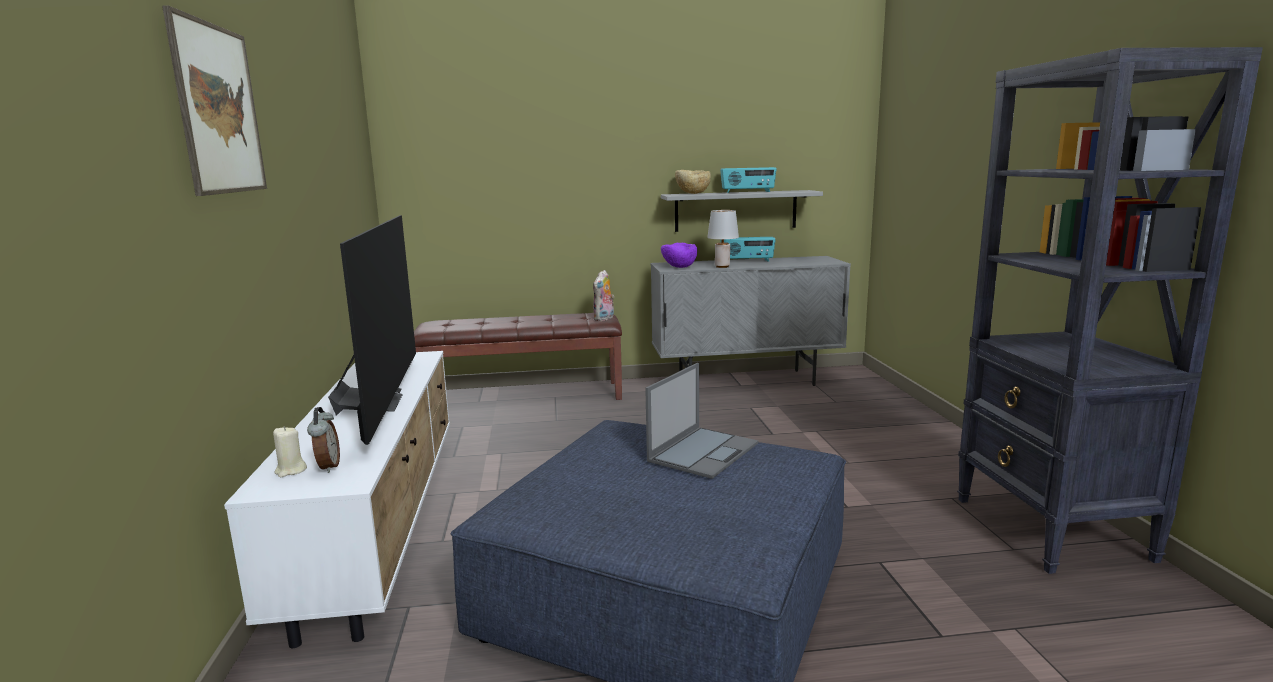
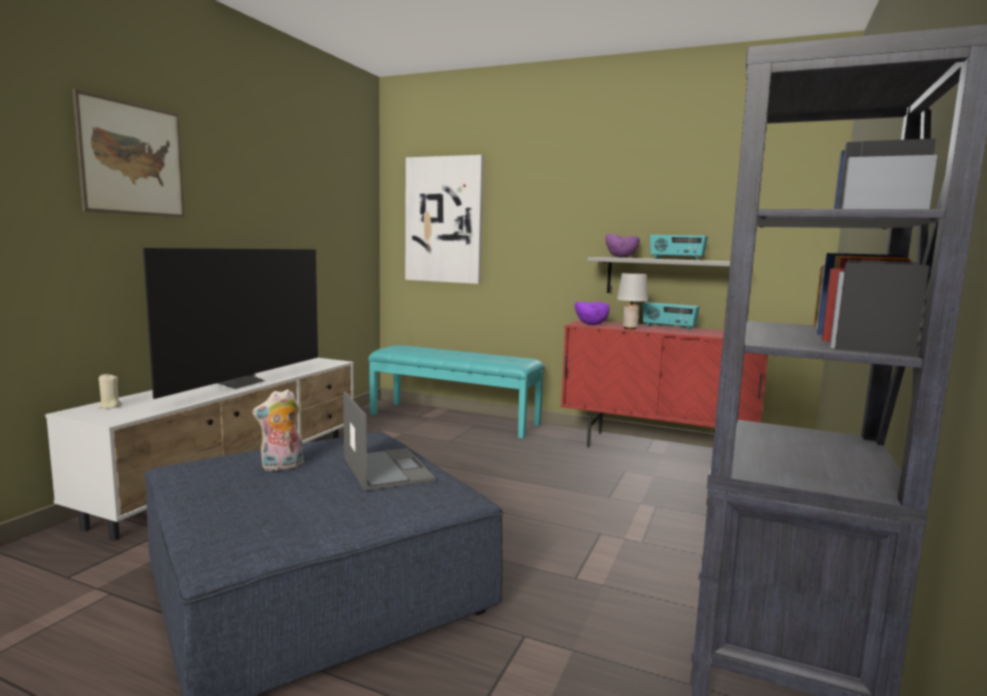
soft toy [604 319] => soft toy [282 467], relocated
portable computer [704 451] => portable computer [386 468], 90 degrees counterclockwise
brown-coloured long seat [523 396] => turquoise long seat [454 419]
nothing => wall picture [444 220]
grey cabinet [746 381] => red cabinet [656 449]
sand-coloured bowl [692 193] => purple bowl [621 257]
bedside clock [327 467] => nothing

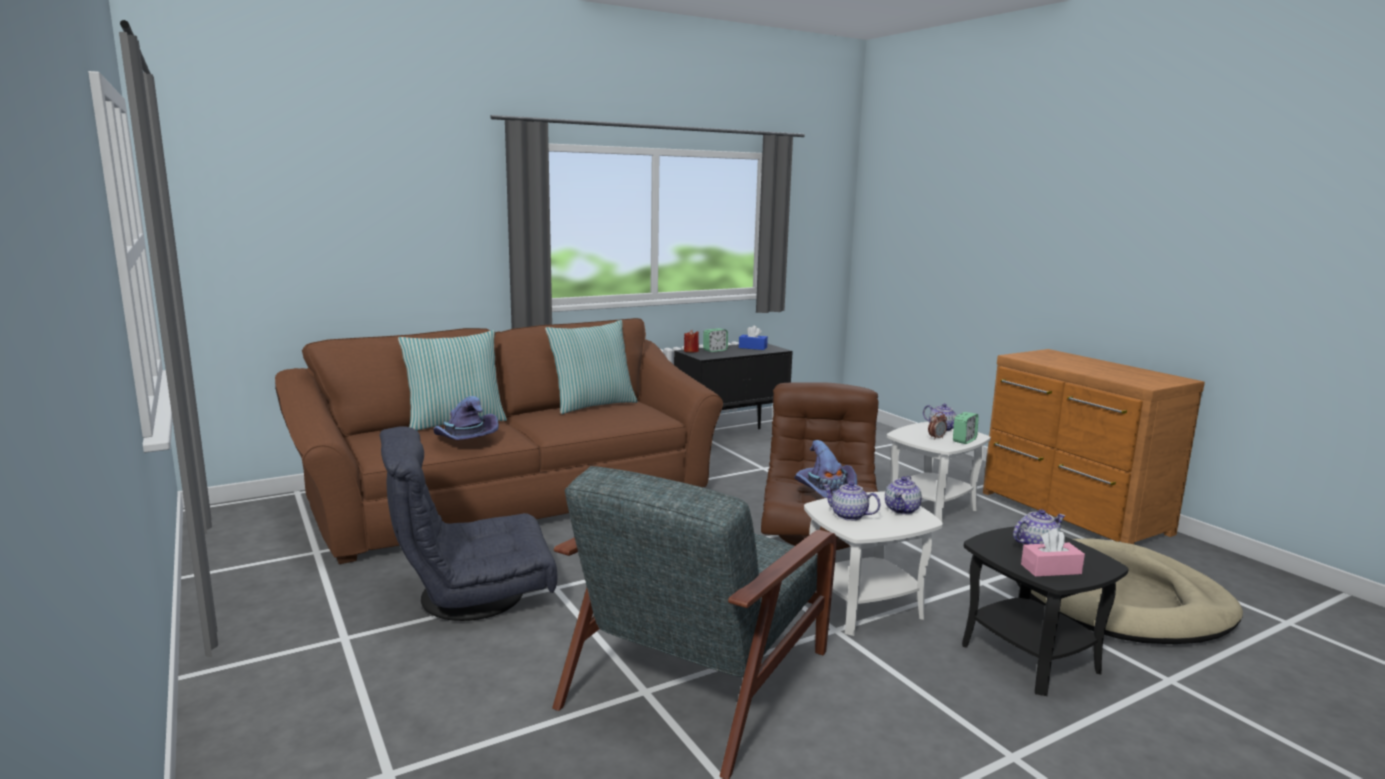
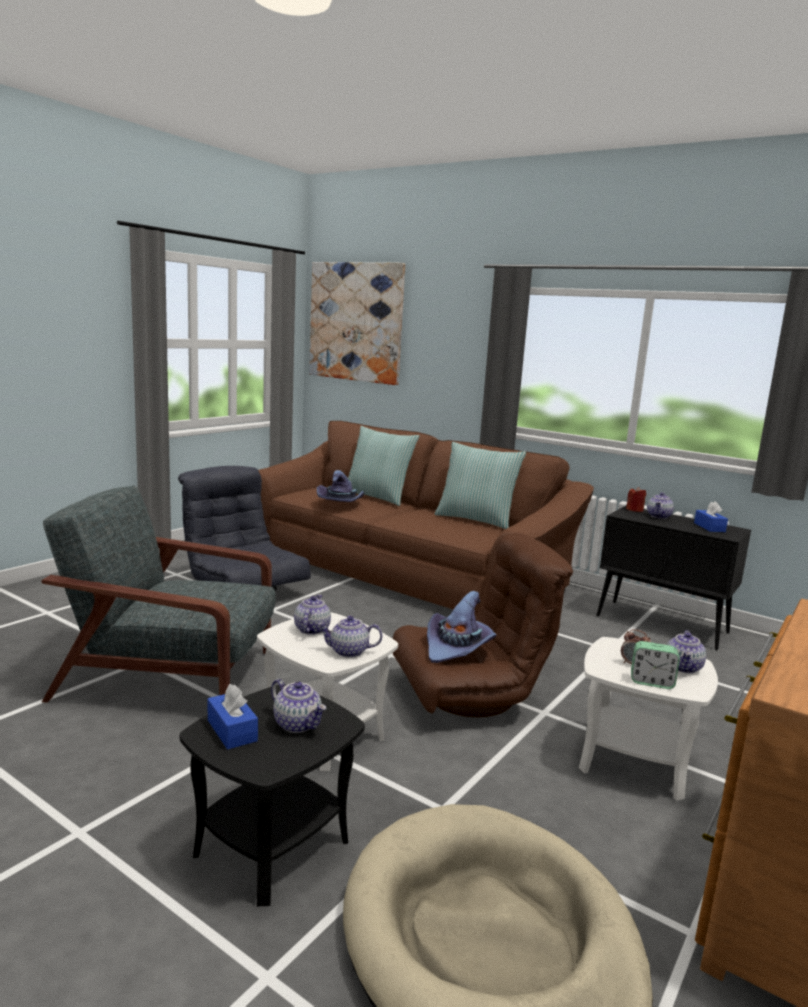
pinkish box of tissues [1051 569] => blue box of tissues [232 730]
nothing => wall picture [356 322]
bedside clock [715 350] => teapot [659 516]

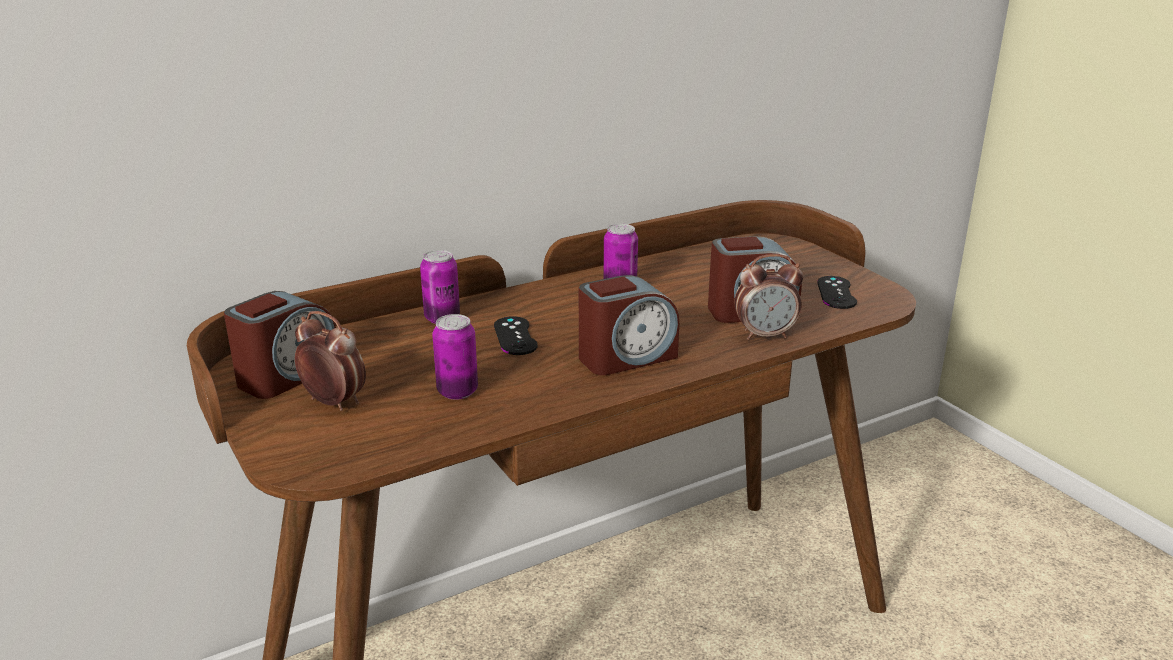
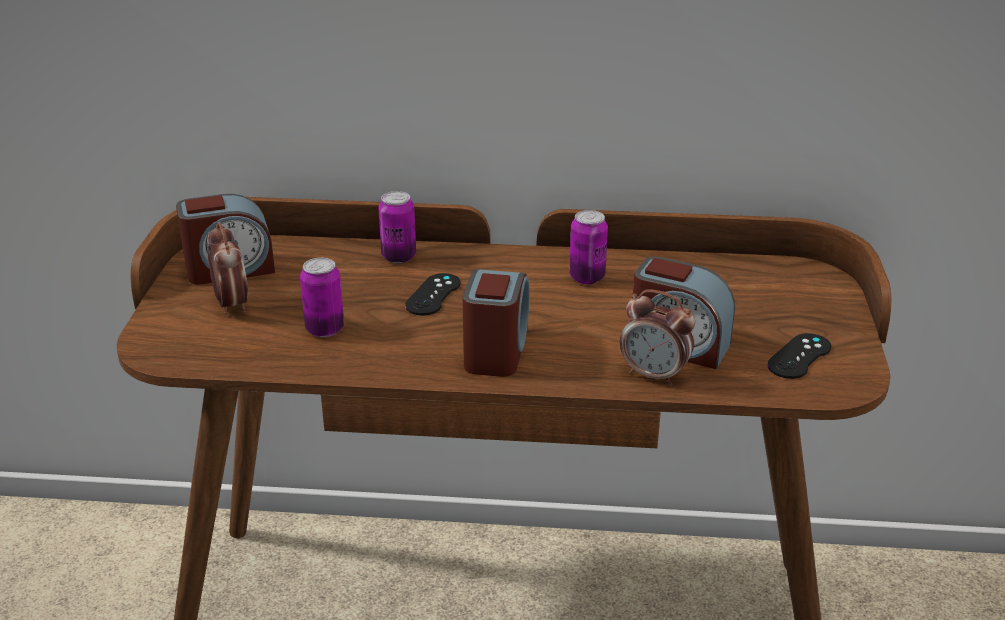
bedside clock [626 357] => bedside clock [496 349], 90 degrees counterclockwise

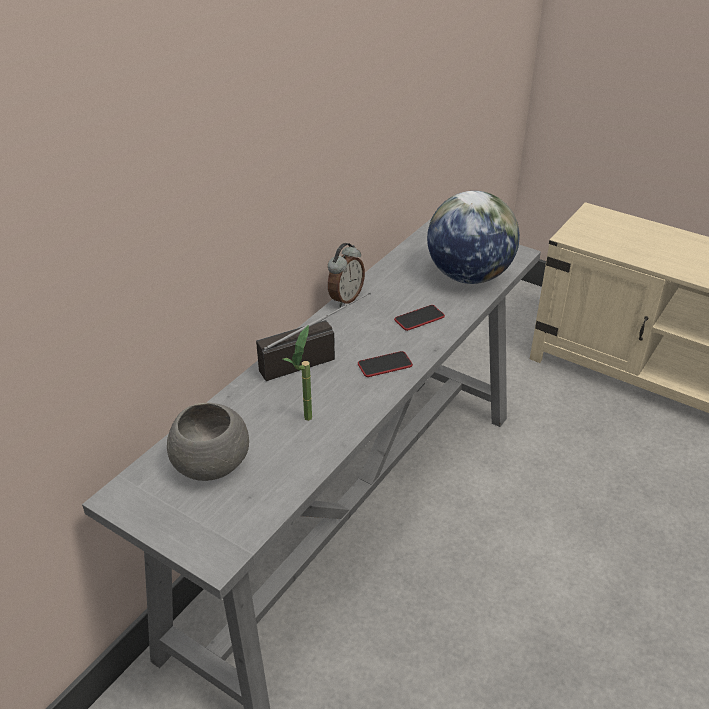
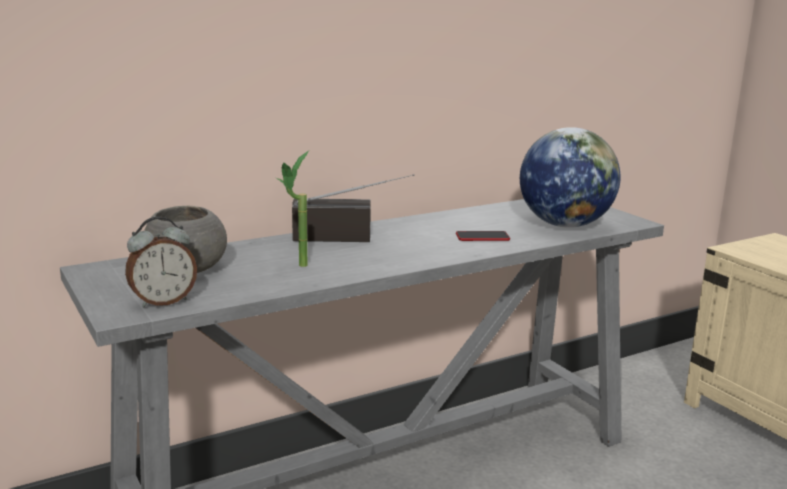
bedside clock [345 298] => bedside clock [163 301], relocated
phone [385 365] => nothing

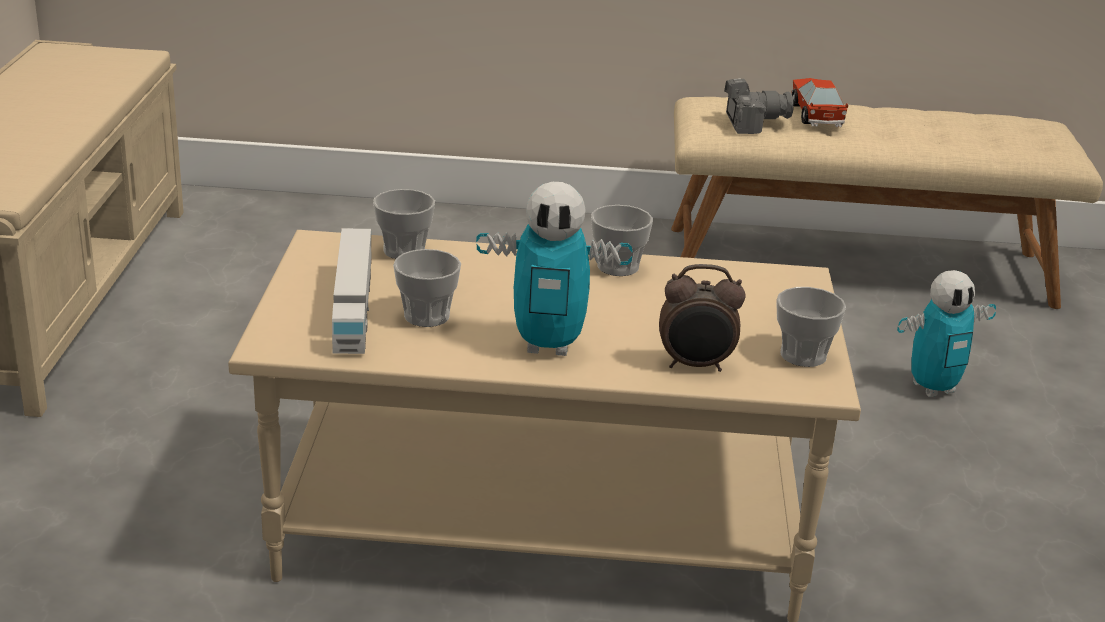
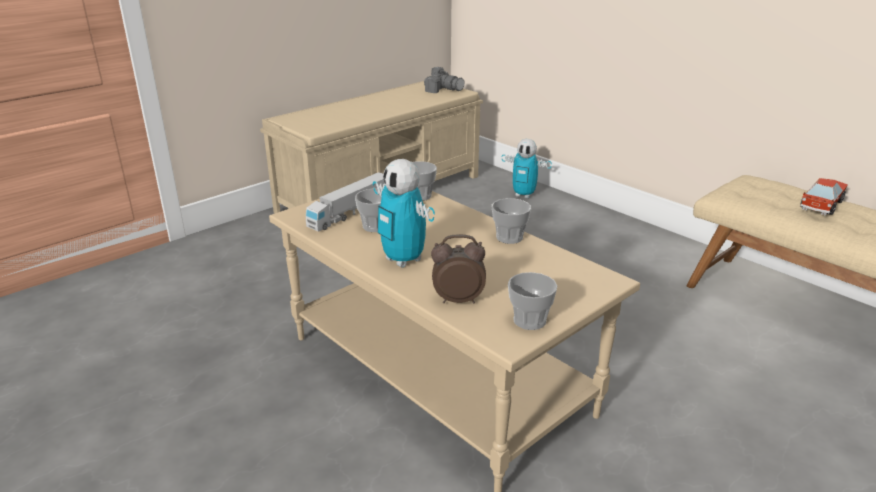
still camera [752 121] => still camera [443 89], relocated
bedside clock [696 365] => bedside clock [458 299], 135 degrees clockwise
robot figure [933 388] => robot figure [524 195], relocated

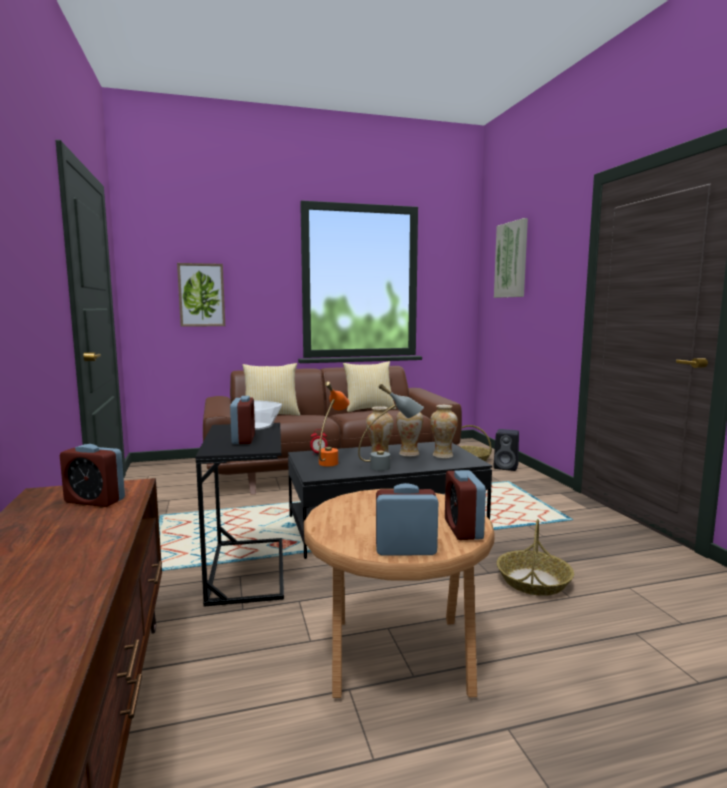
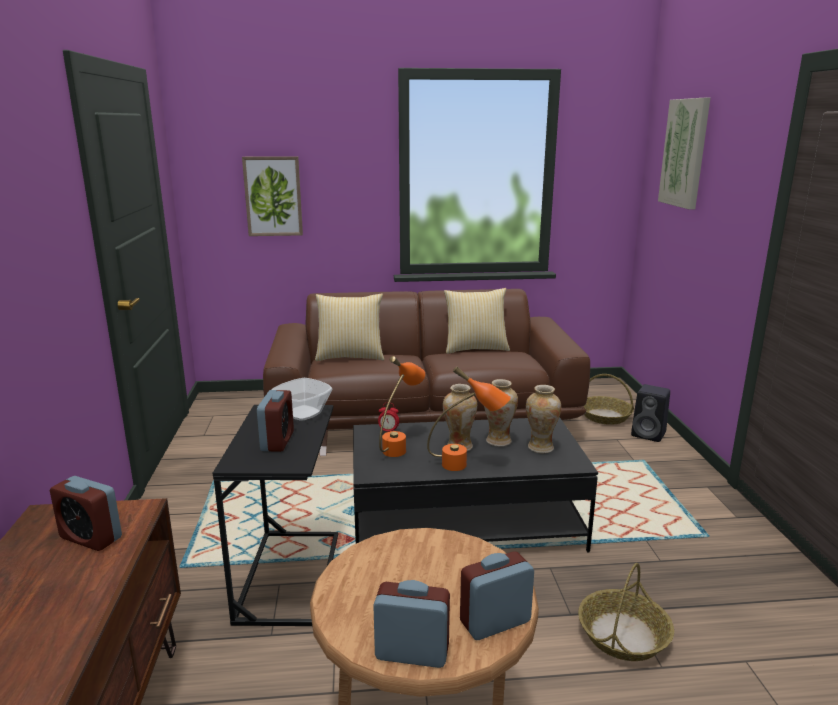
grey table lamp [390 467] => orangey table lamp [466 465]
bedside clock [463 529] => bedside clock [495 622], 60 degrees clockwise

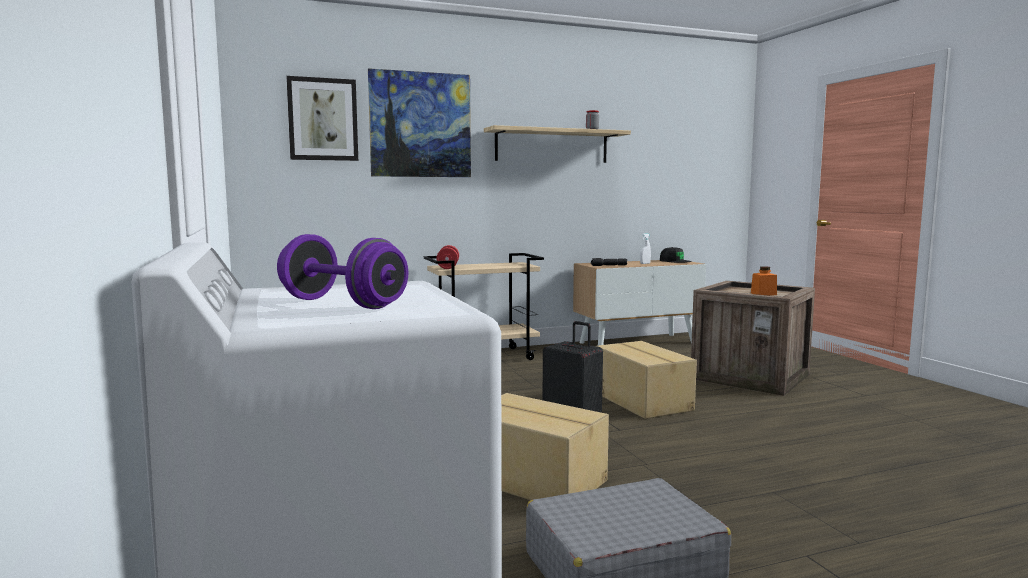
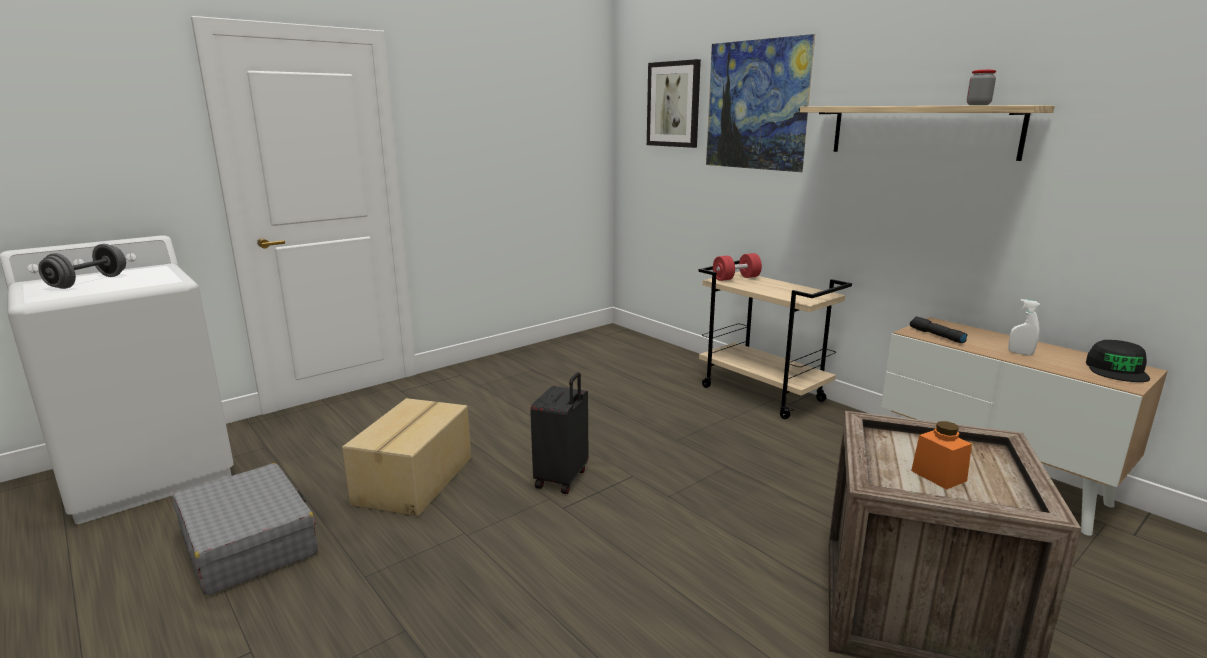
purple free weight [342 303] => grey free weight [88 282]
packing box [643 401] => nothing

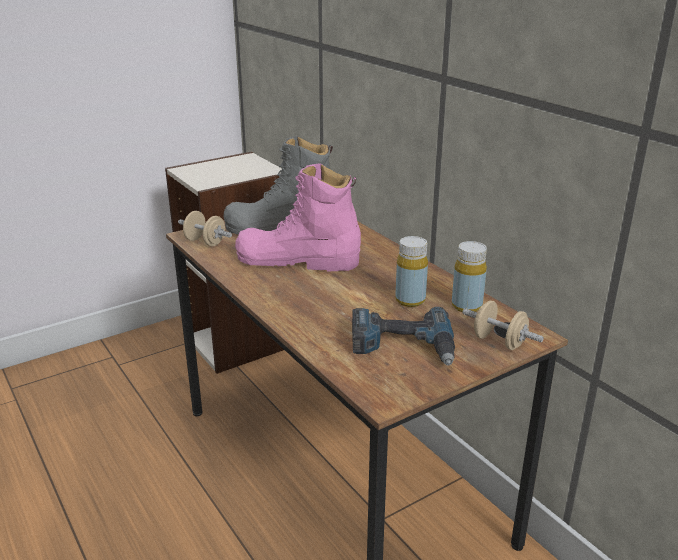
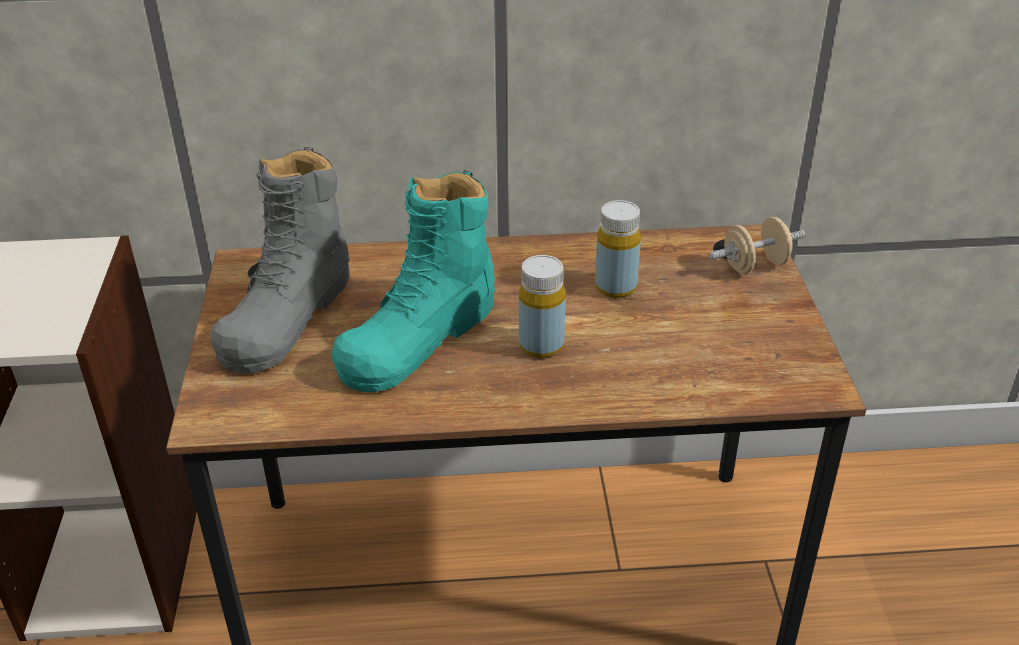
pinkish boot [297 260] => turquoise boot [419 338]
yellow-coloured drink bottle [466 306] => yellow-coloured drink bottle [541 345], relocated
sand-coloured free weight [205 242] => nothing
electric drill [402 346] => nothing

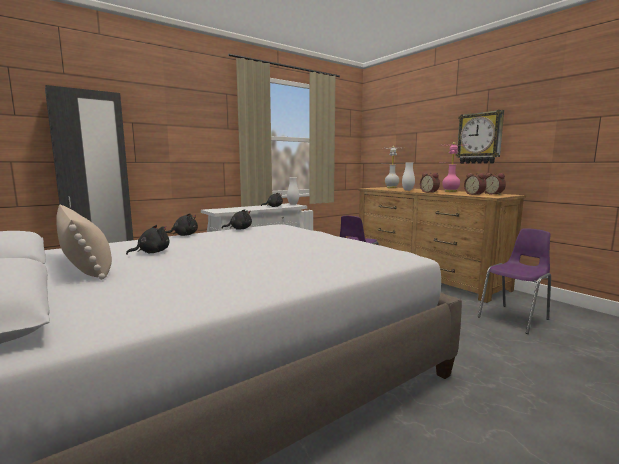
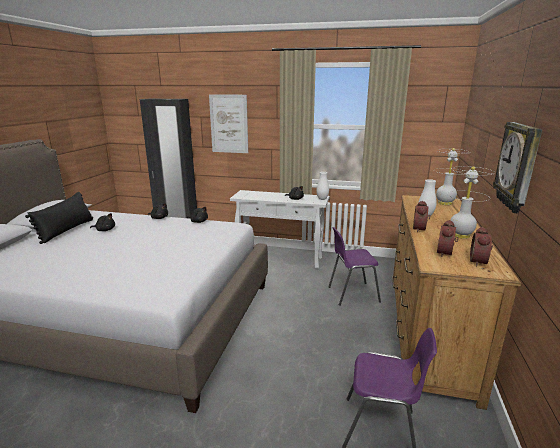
sand-coloured pillow [86 265] => blackish pillow [66 230]
nothing => wall picture [229 124]
pinkish table lamp [450 191] => whitish table lamp [460 235]

